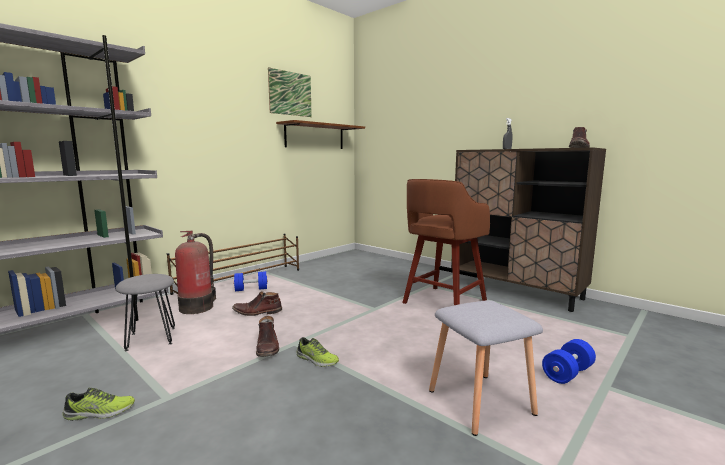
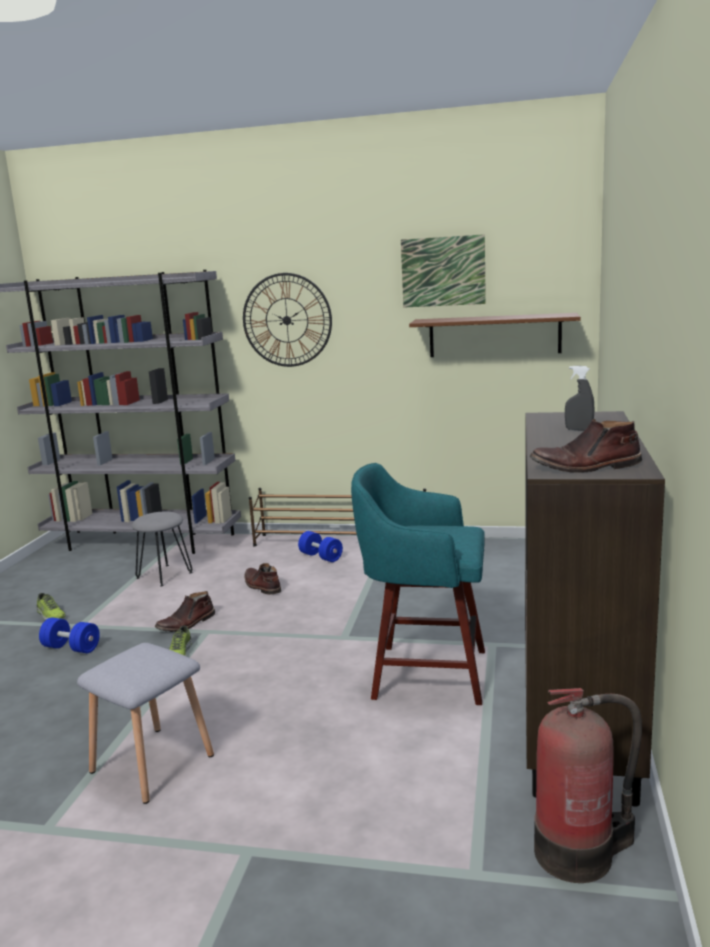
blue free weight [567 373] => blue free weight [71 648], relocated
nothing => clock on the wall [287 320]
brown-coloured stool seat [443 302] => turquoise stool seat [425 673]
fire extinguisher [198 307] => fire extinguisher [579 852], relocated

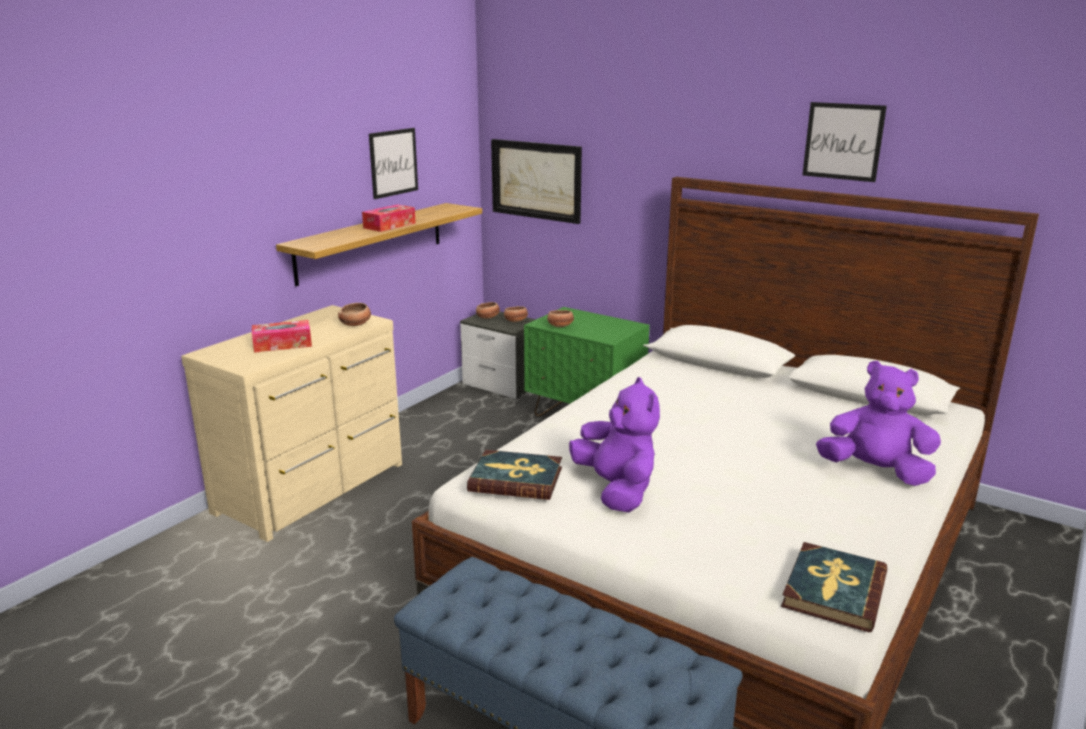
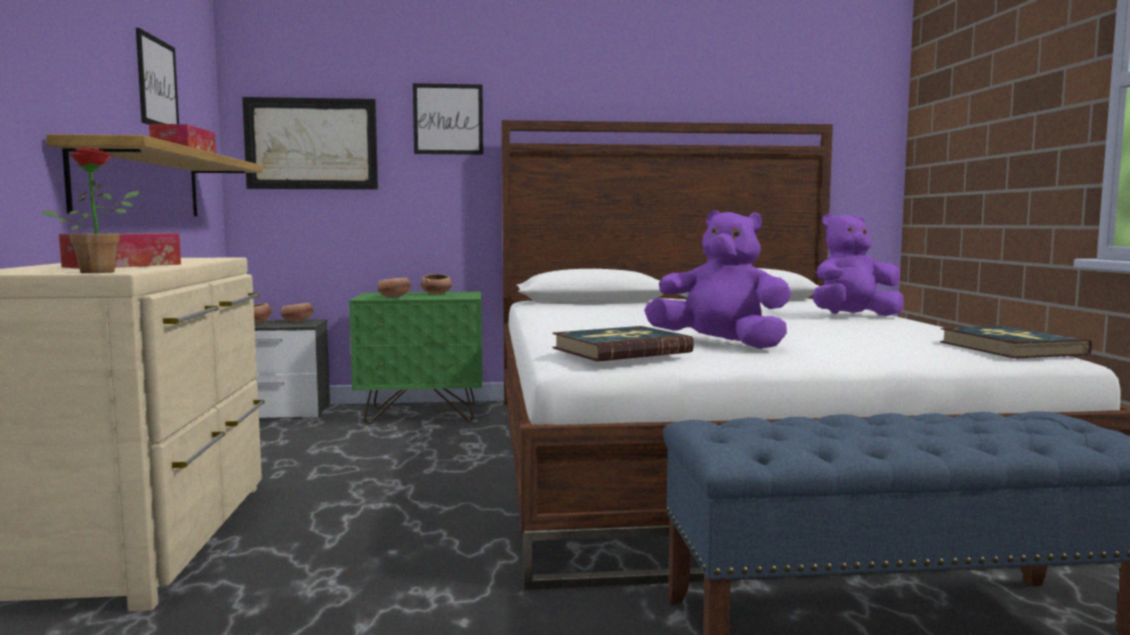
nothing => plant in a pot [102 271]
wall picture [843 141] => wall picture [448 119], relocated
bowl [356 324] => bowl [436 294], relocated

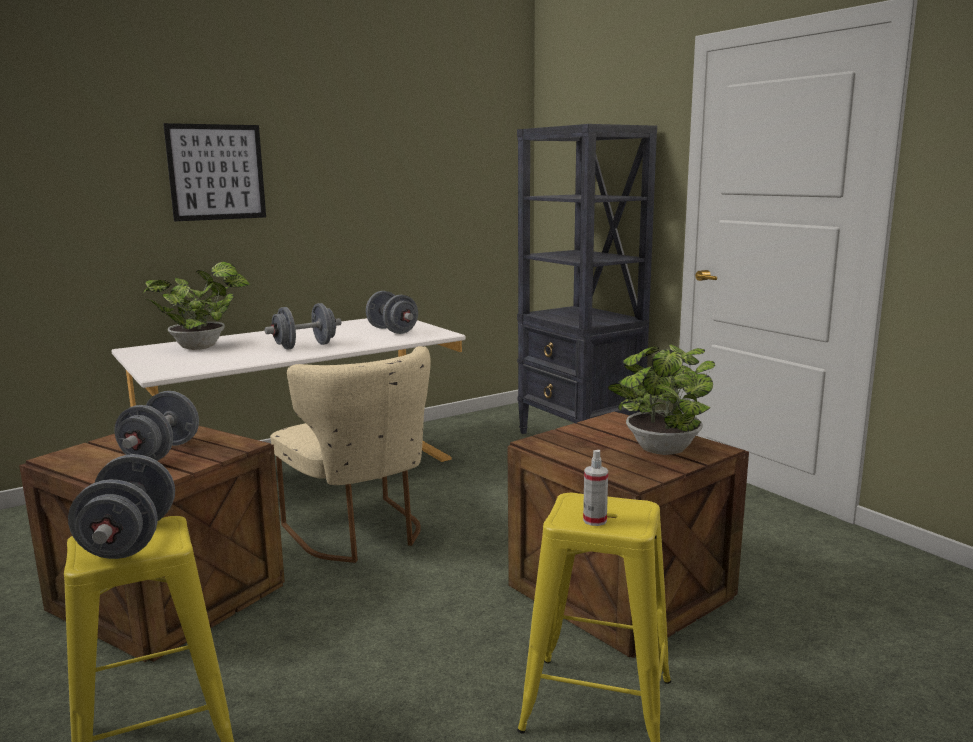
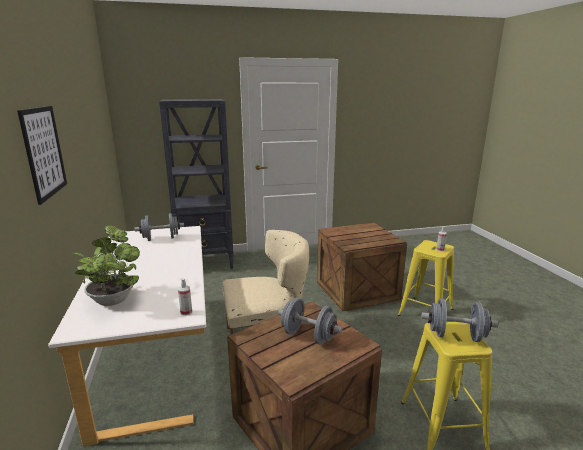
nothing => sprayer [186 312]
grey free weight [305 346] => nothing
plant in a pot [660 451] => nothing

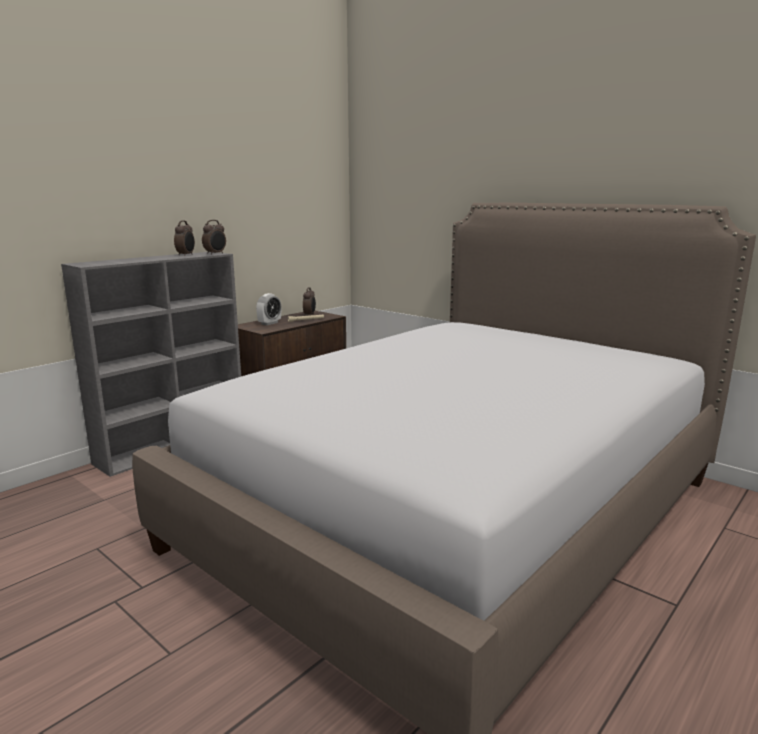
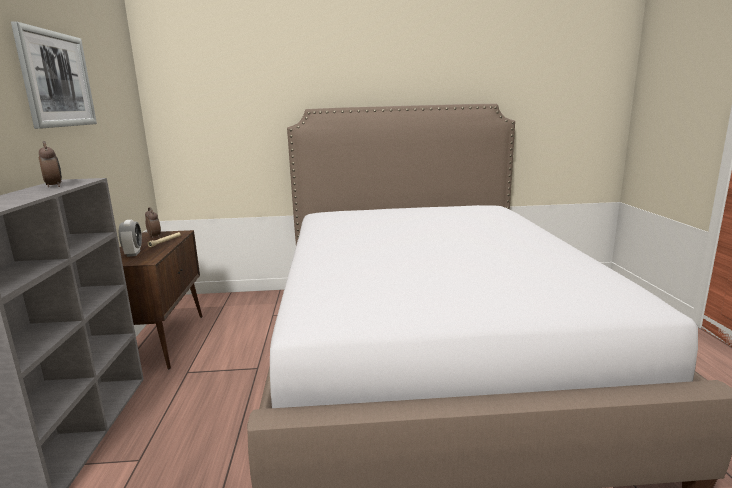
nothing => wall picture [57 79]
bedside clock [215 254] => nothing

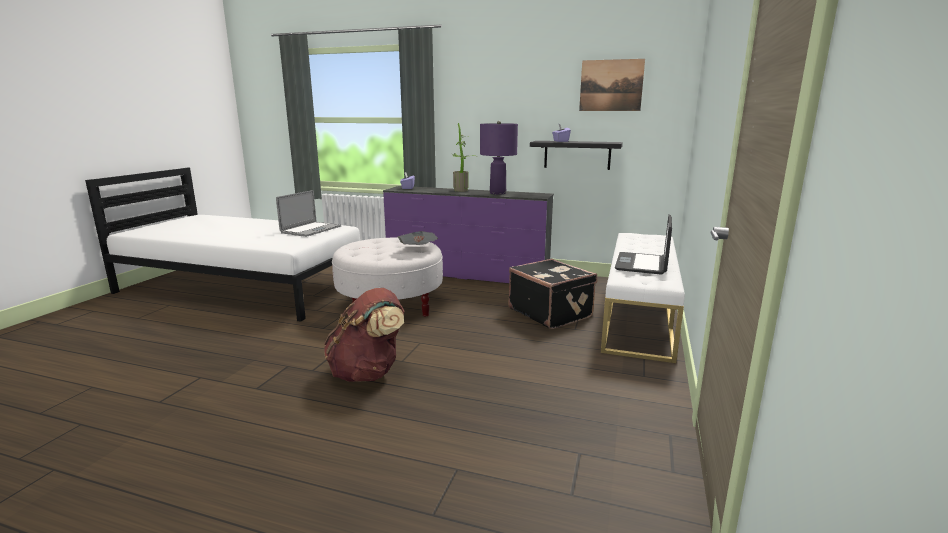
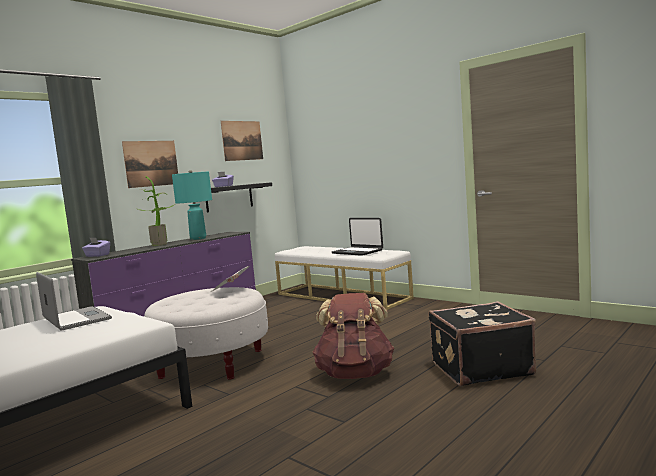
nothing => wall picture [151 163]
purple table lamp [497 193] => turquoise table lamp [198 238]
blackish suitcase [550 312] => blackish suitcase [479 368], relocated

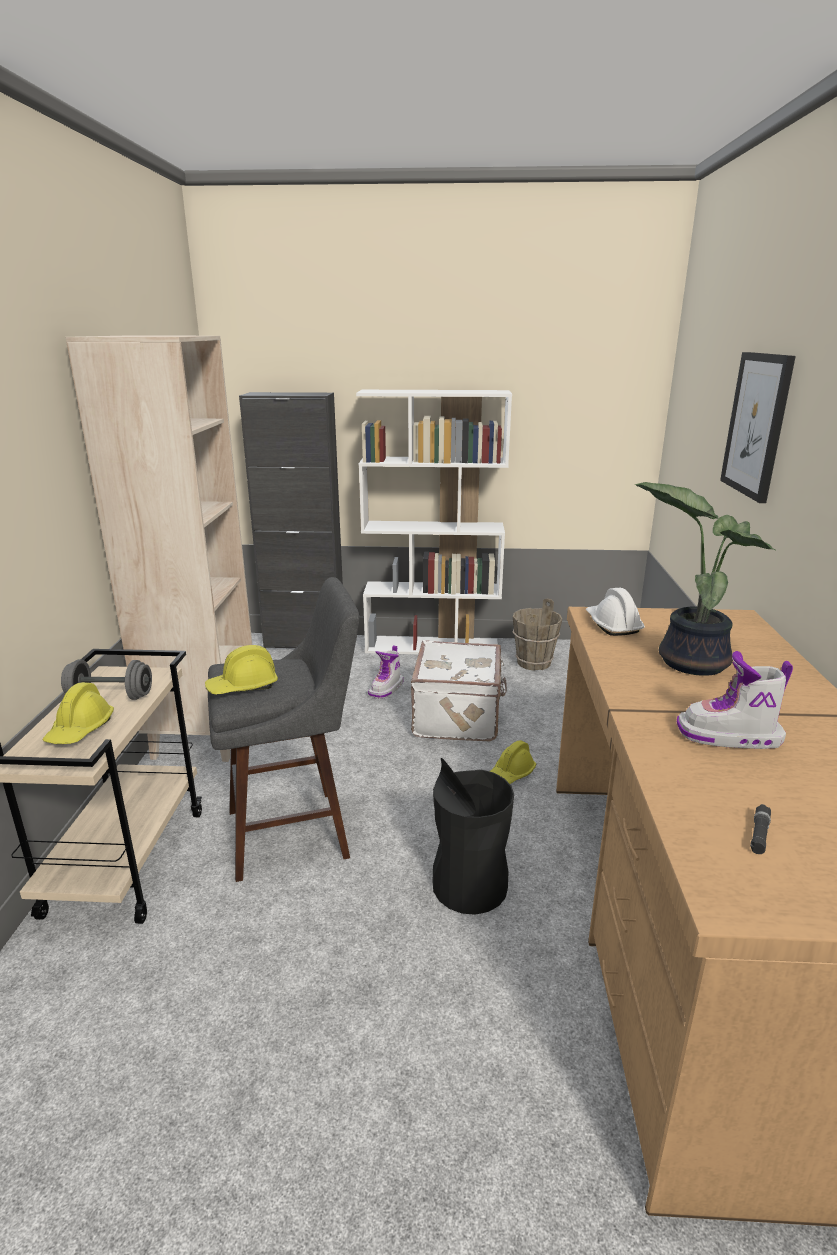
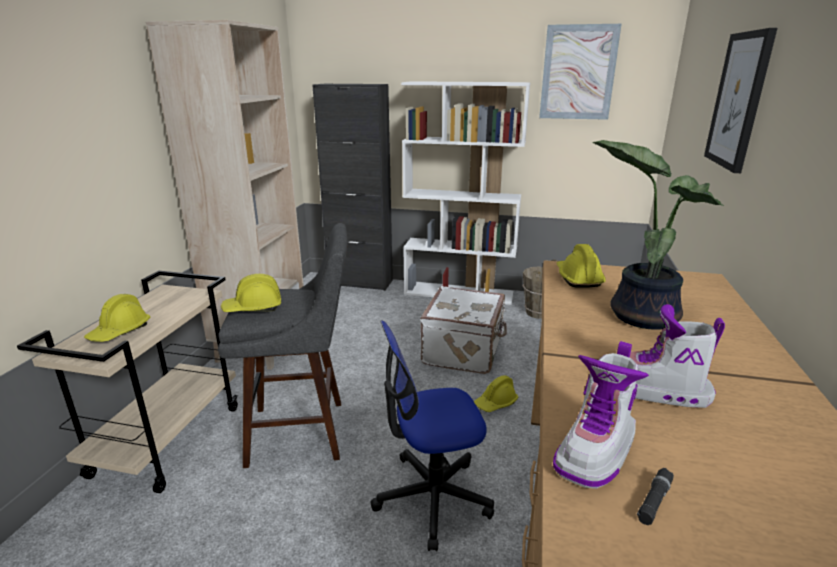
blackish waste bin [469 885] => desk chair [432 497]
nothing => wall picture [578 73]
boot [386 689] => boot [596 451], relocated
whitish safety helmet [612 625] => yellow-coloured safety helmet [578 278]
grey free weight [110 697] => nothing

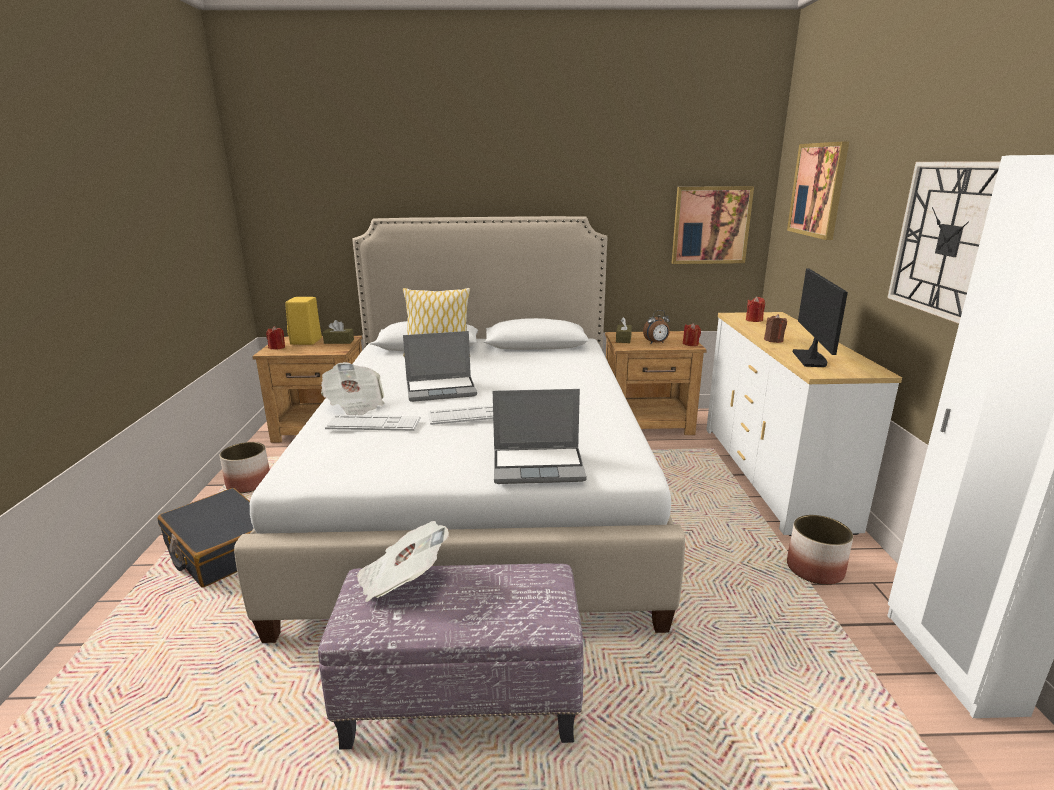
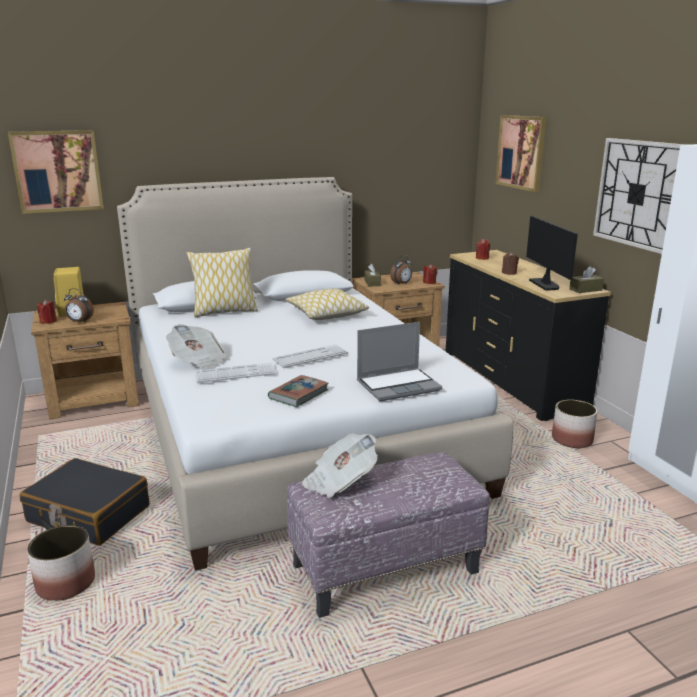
wall picture [711 225] => wall picture [57 171], relocated
plant pot [249 484] => plant pot [66 582], relocated
nothing => bedside clock [79 322]
nothing => bound book [298 394]
nothing => pillow [326 314]
whitish drawer chest [773 474] => blackish drawer chest [512 380]
brown-coloured box of tissues [339 341] => brown-coloured box of tissues [585 290], relocated
portable computer [442 390] => nothing

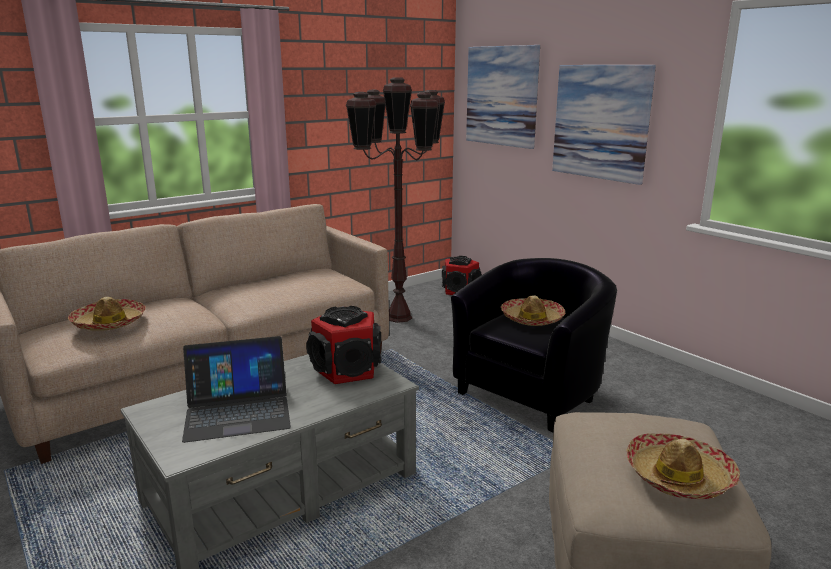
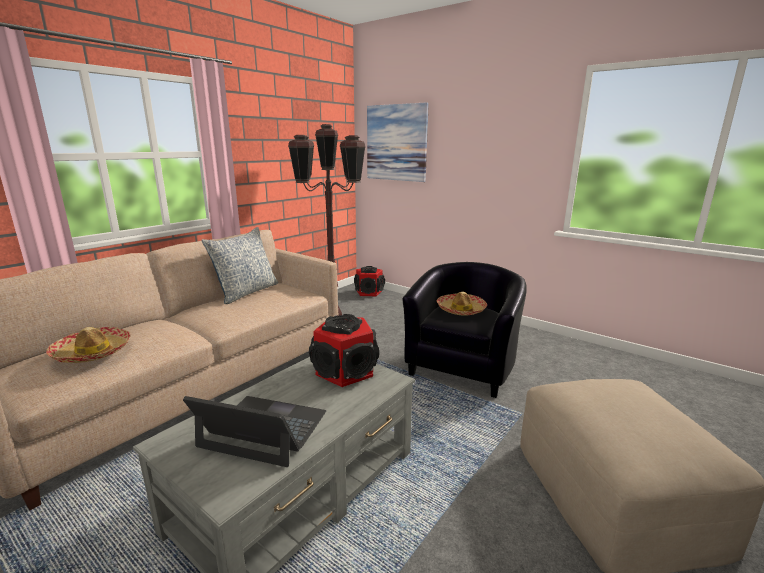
portable computer [238 411] => portable computer [263 429], 135 degrees counterclockwise
nothing => pillow [246 292]
wall picture [601 122] => nothing
hat [679 476] => nothing

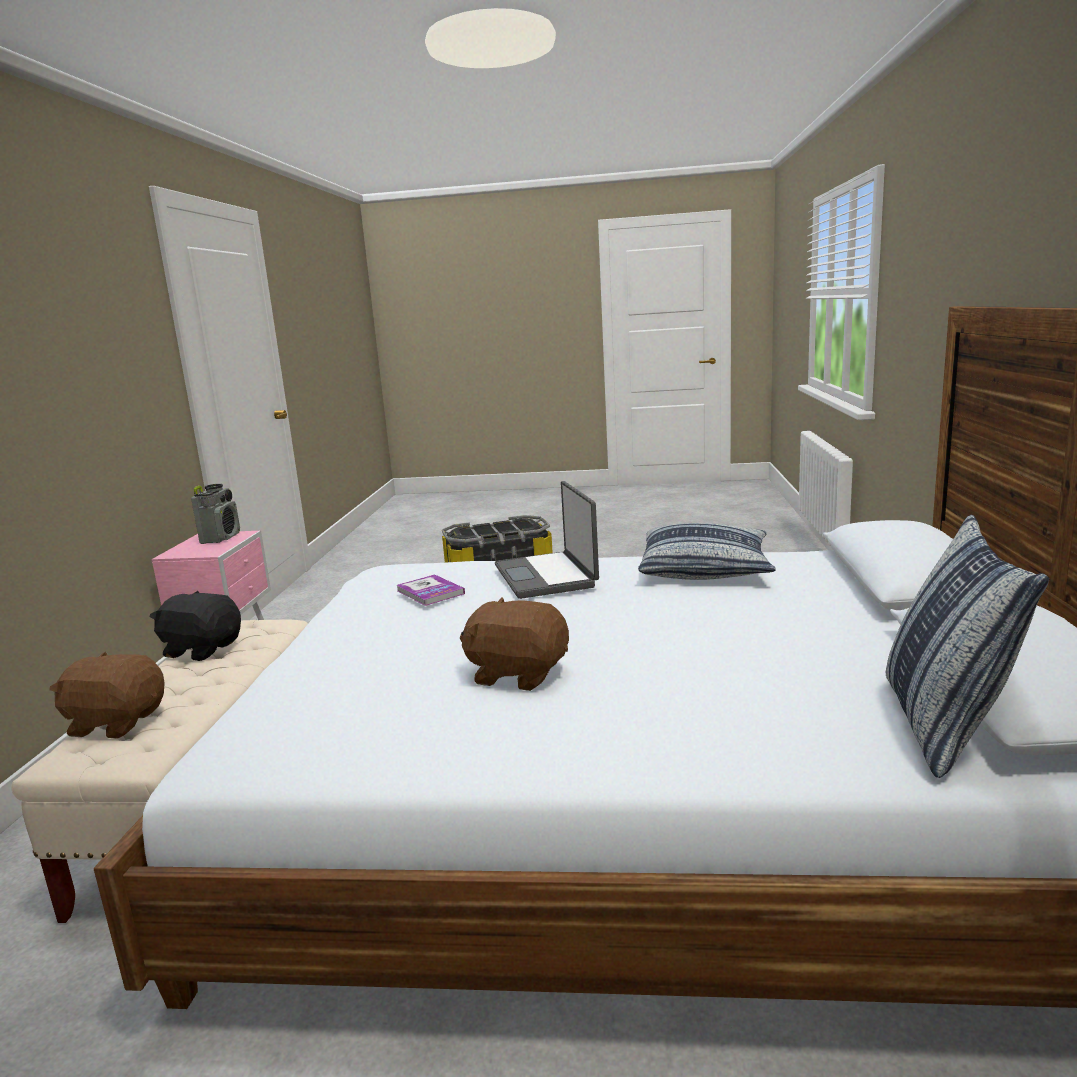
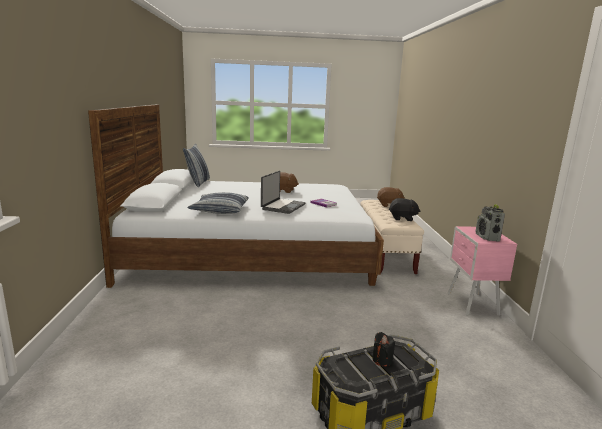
portable computer [547 576] => portable computer [282 207], 45 degrees clockwise
nothing => blackish wax candle [382 360]

